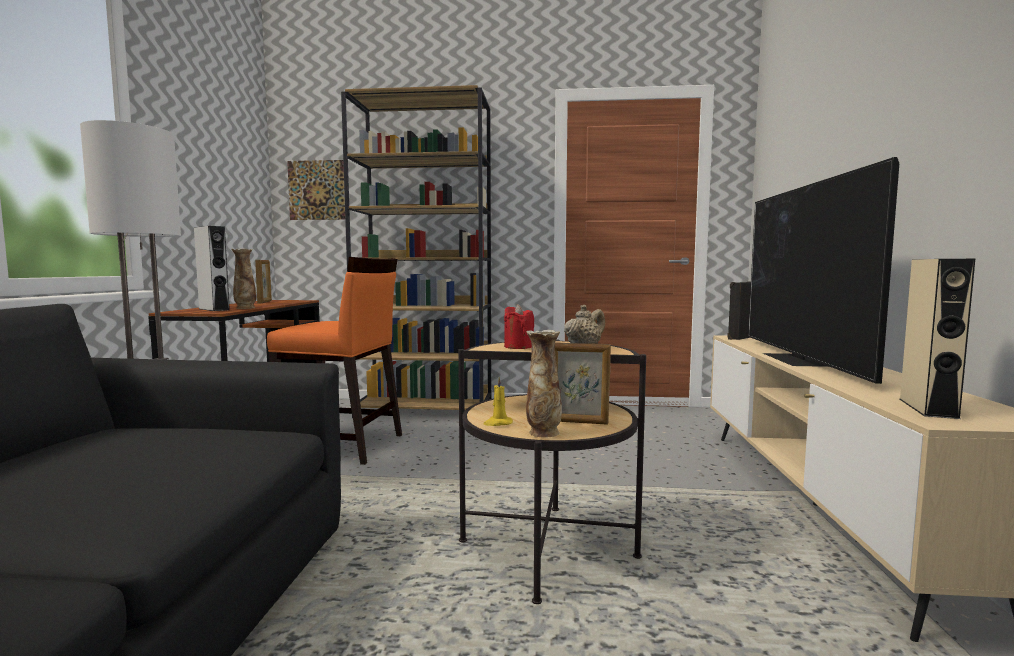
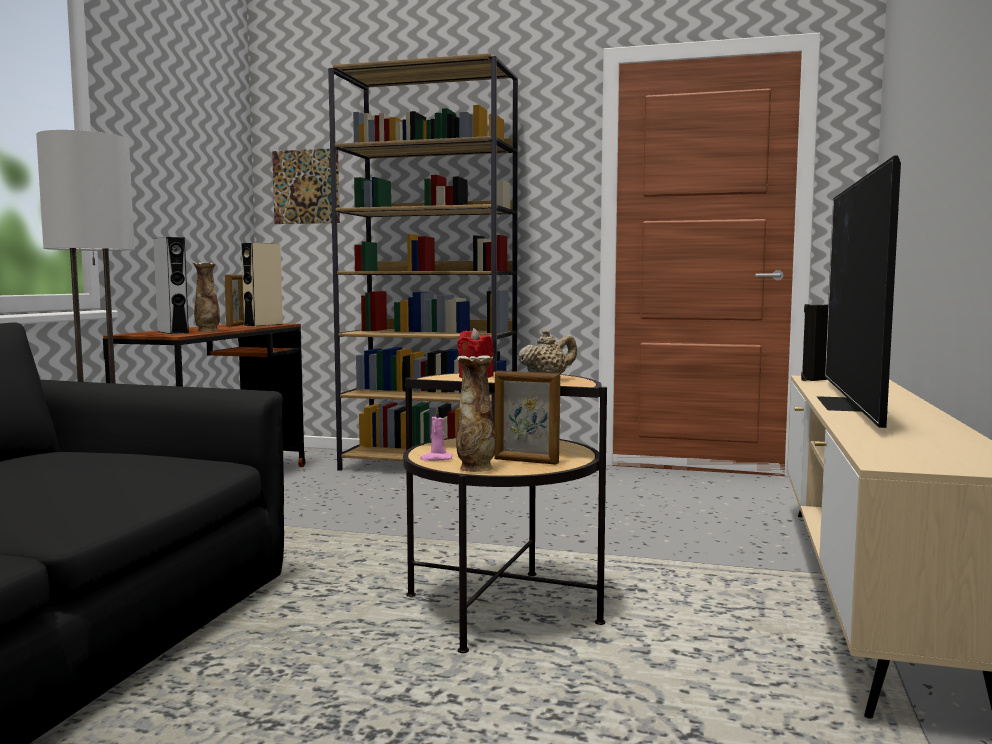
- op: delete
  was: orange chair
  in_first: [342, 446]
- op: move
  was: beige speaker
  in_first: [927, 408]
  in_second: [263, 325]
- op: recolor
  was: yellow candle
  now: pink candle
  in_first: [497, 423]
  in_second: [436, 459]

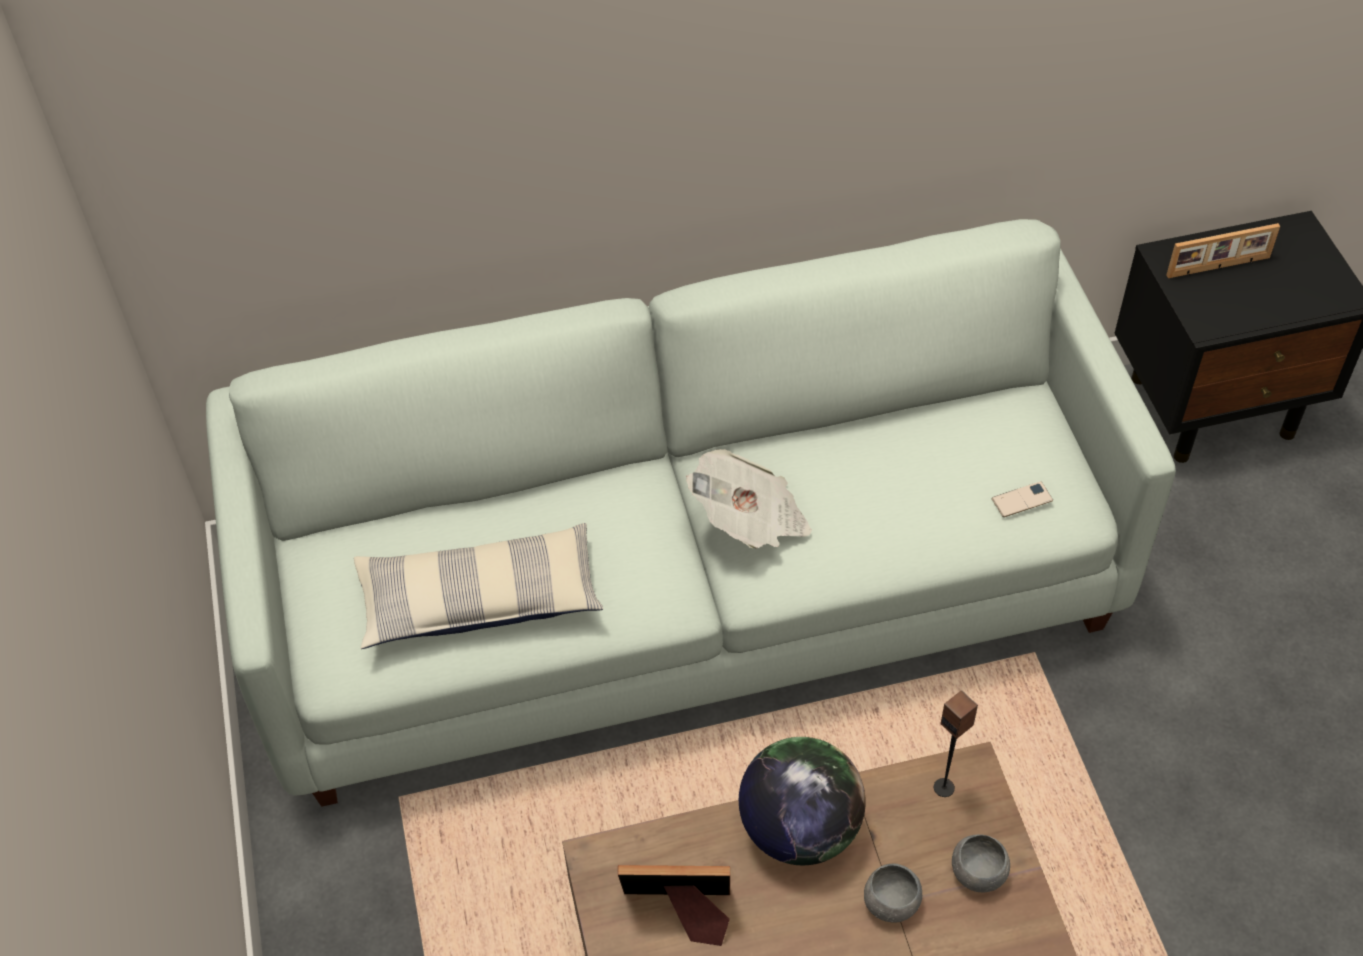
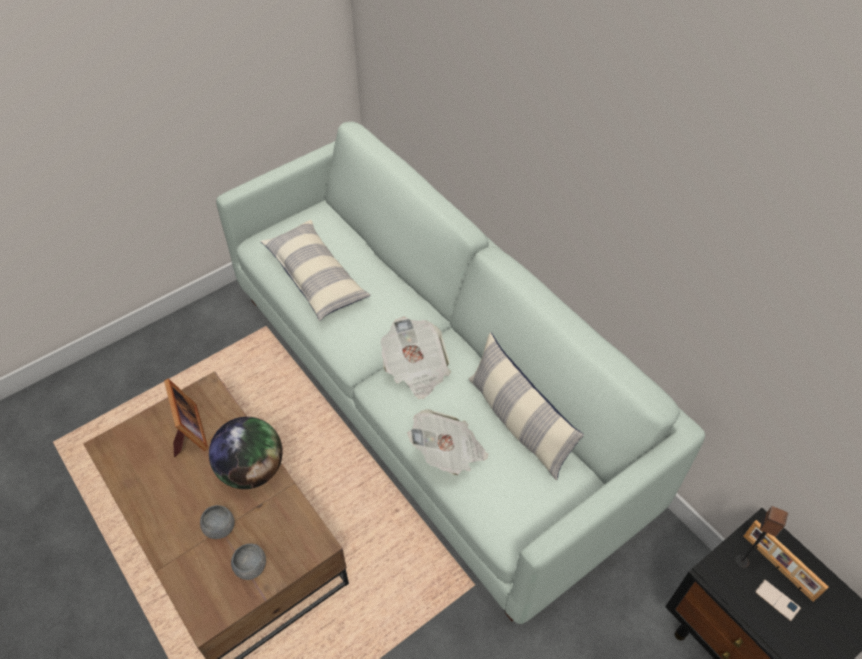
- op: move
  was: phone
  in_first: [1022, 500]
  in_second: [777, 600]
- op: move
  was: speaker
  in_first: [944, 787]
  in_second: [742, 561]
- op: insert
  now: pillow
  in_second: [518, 422]
- op: insert
  now: newspaper
  in_second: [448, 452]

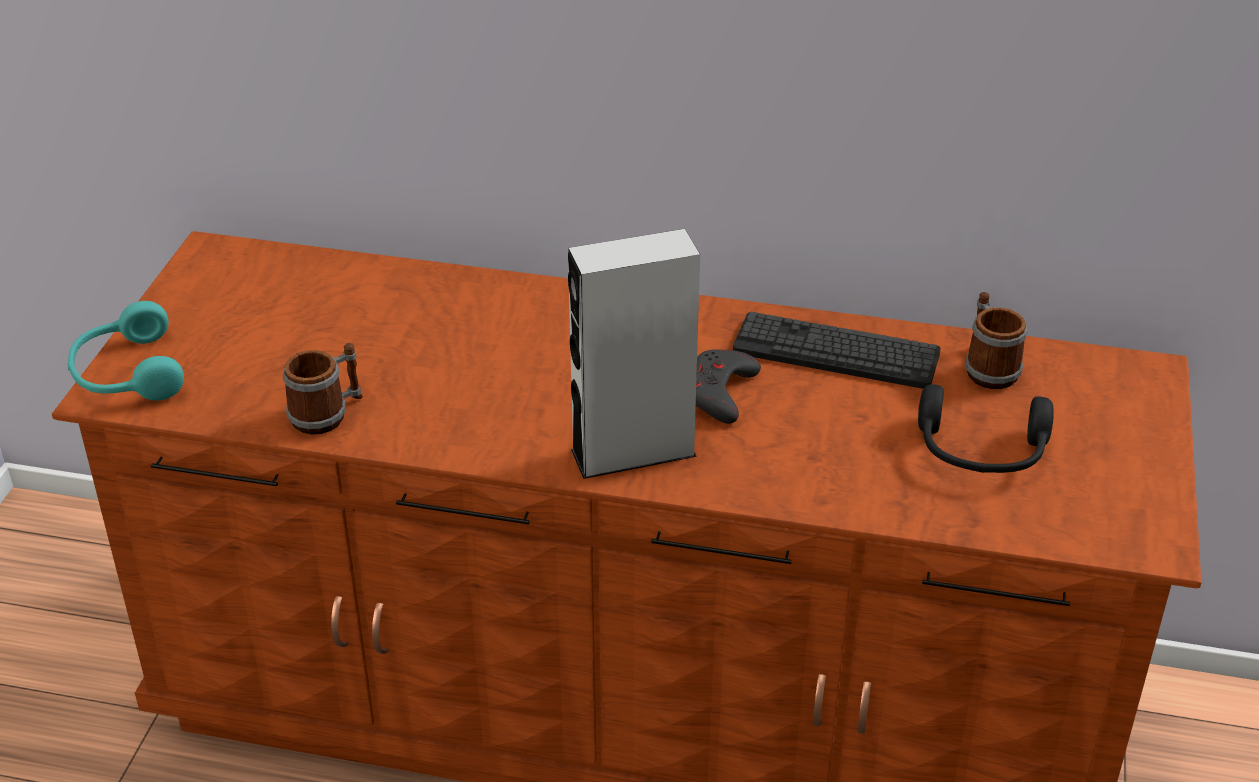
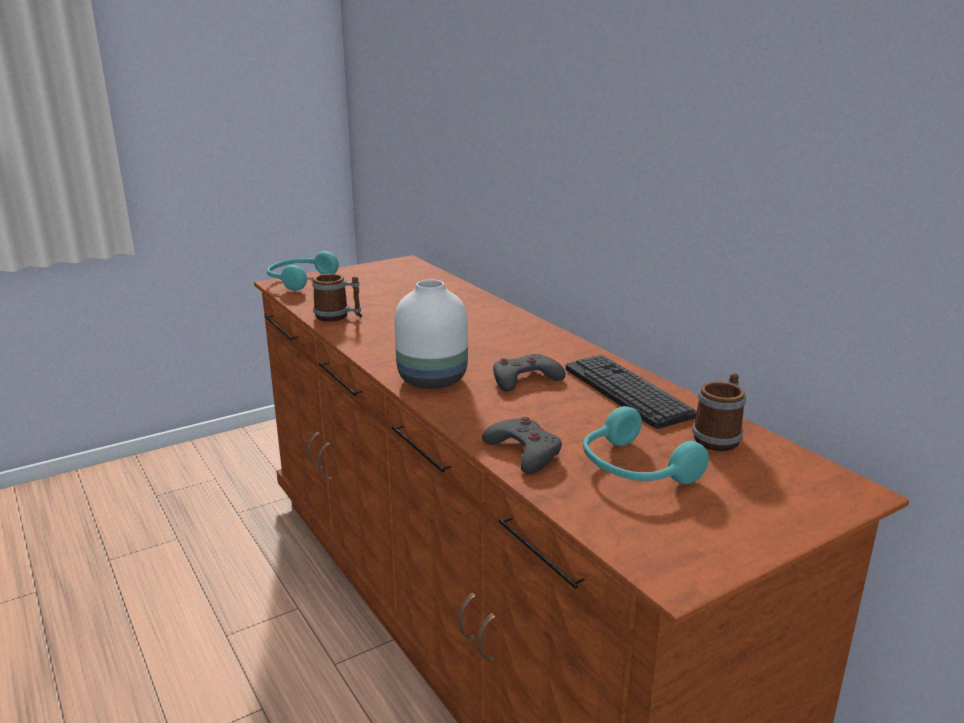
- op: replace
  was: grey speaker
  now: white vase
  in_first: [633, 452]
  in_second: [433, 380]
- op: recolor
  was: black headphones
  now: turquoise headphones
  in_first: [981, 452]
  in_second: [633, 469]
- op: insert
  now: grey game controller
  in_second: [524, 451]

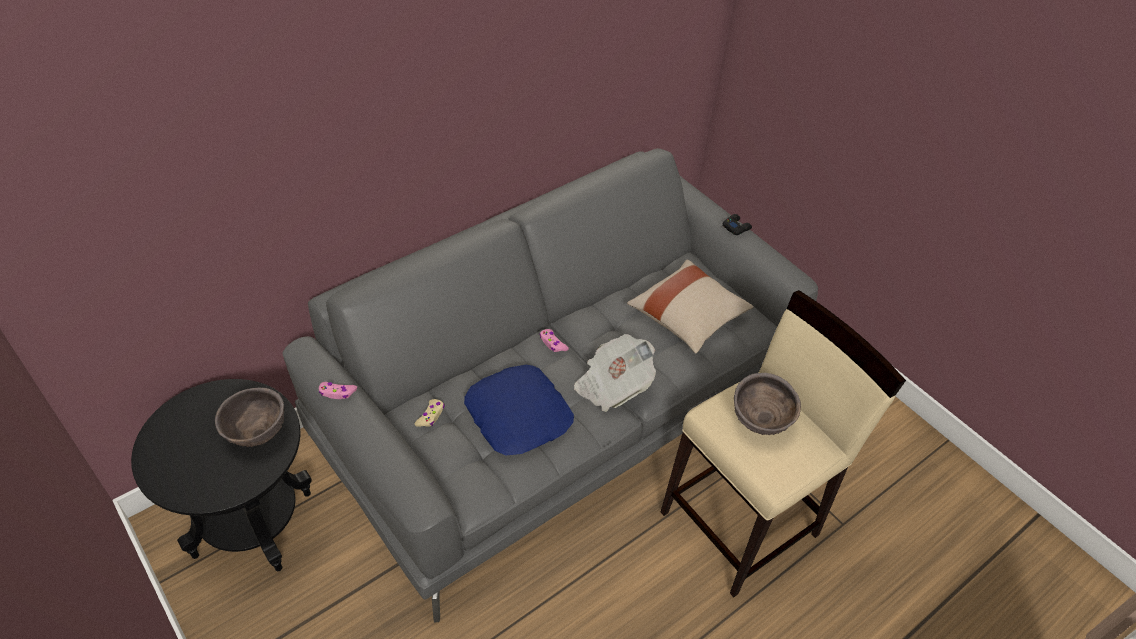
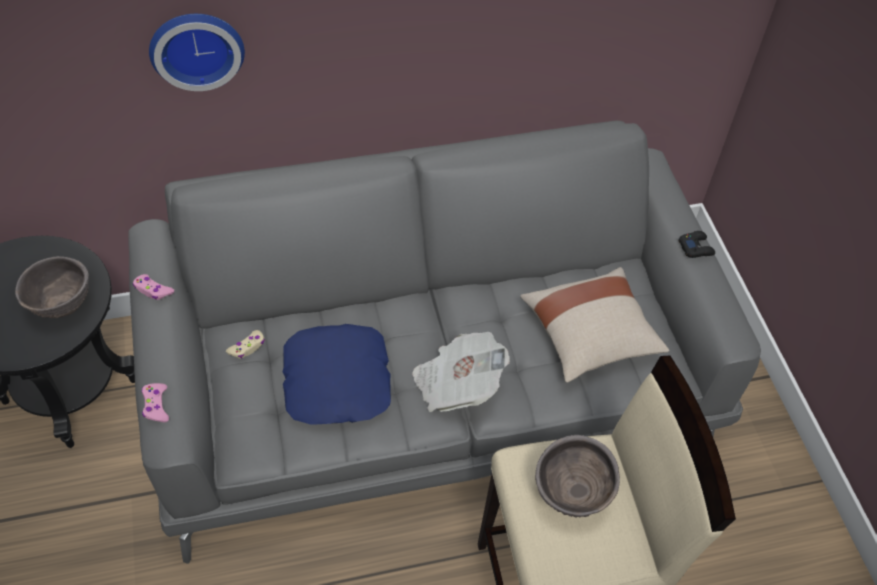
- op: move
  was: pink game controller
  in_first: [552, 343]
  in_second: [156, 405]
- op: insert
  now: wall clock
  in_second: [196, 47]

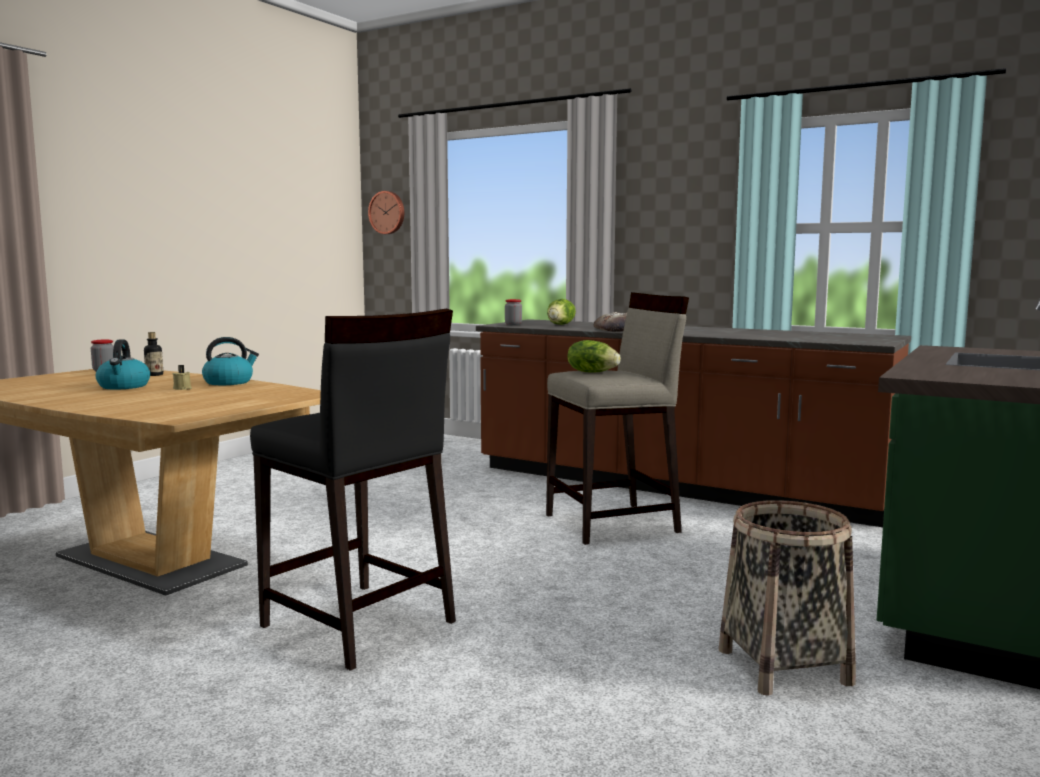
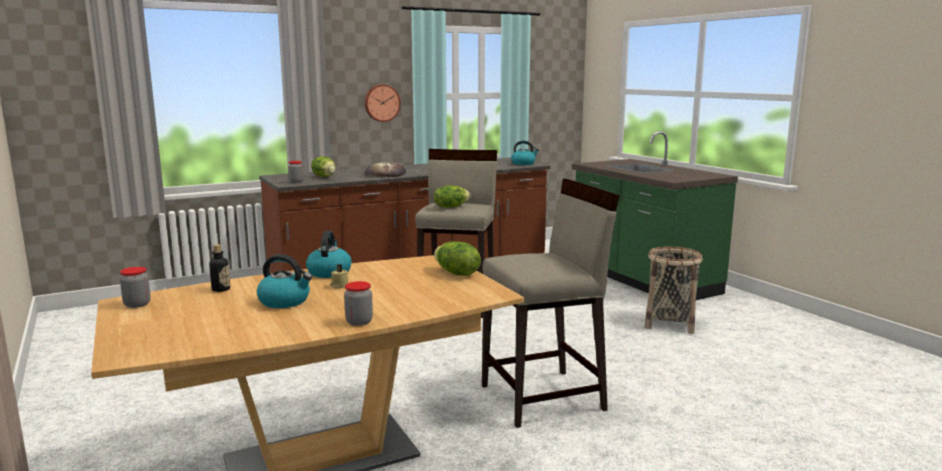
- op: move
  was: wall clock
  in_first: [387, 212]
  in_second: [381, 103]
- op: recolor
  was: black stool
  now: beige stool
  in_first: [358, 625]
  in_second: [544, 397]
- op: insert
  now: kettle
  in_second: [523, 163]
- op: insert
  now: lettuce
  in_second: [456, 273]
- op: insert
  now: jar
  in_second: [359, 322]

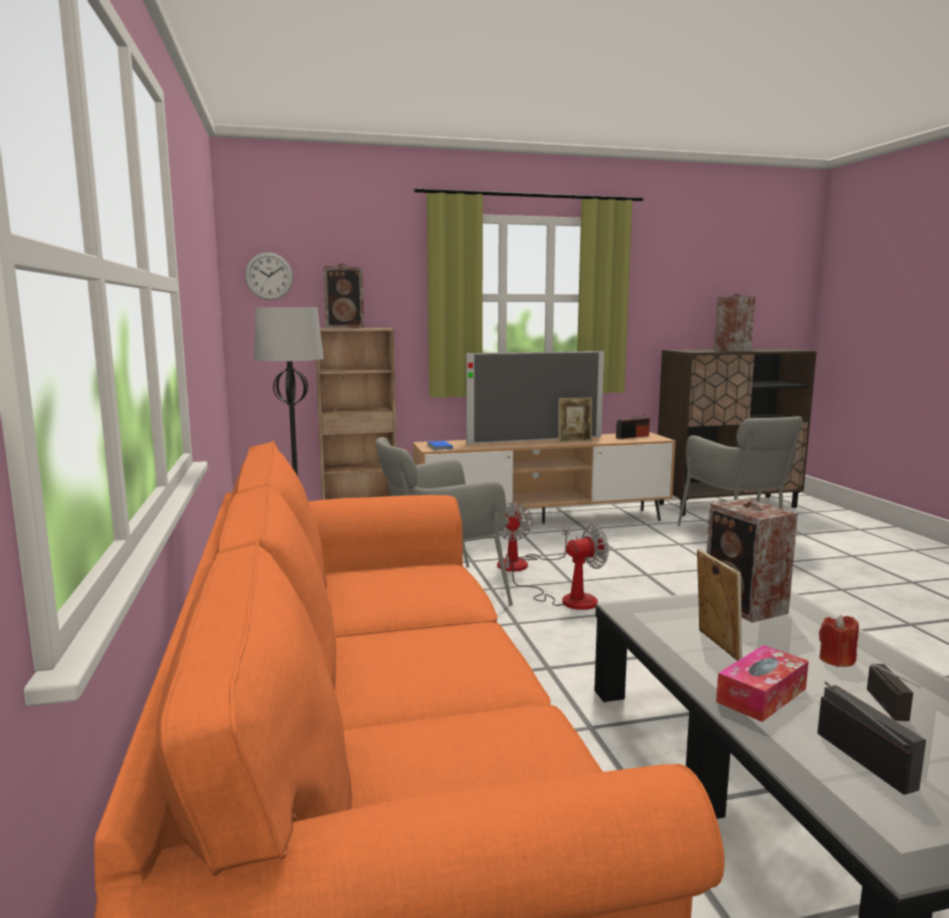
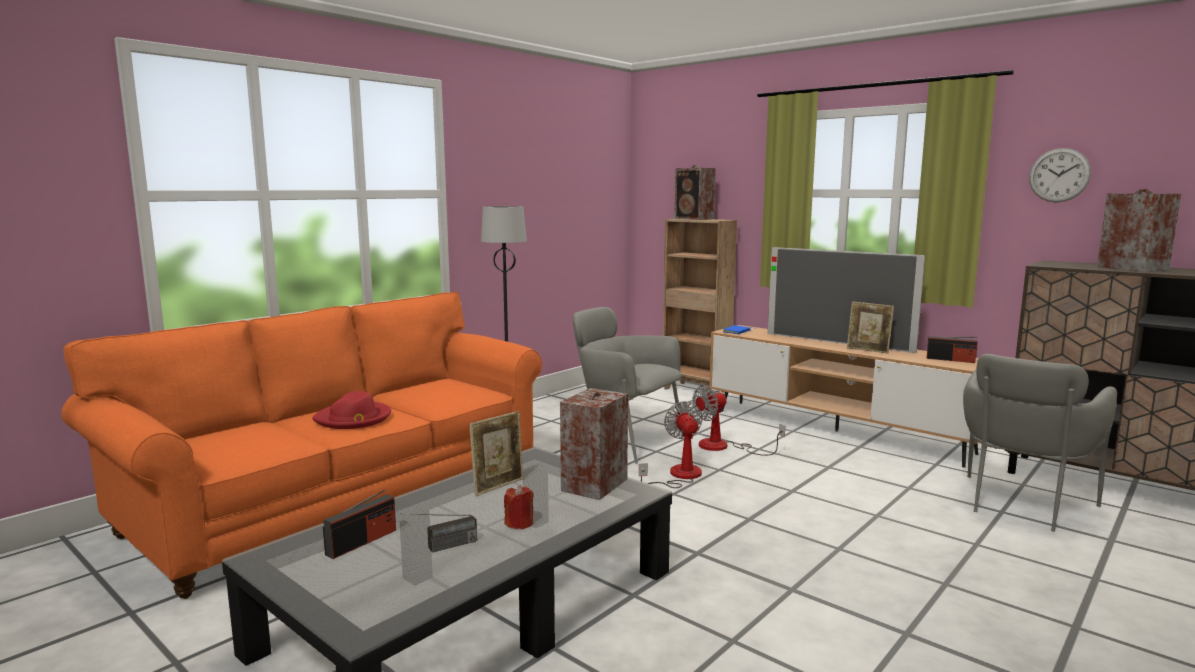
- op: move
  was: wall clock
  in_first: [269, 276]
  in_second: [1059, 175]
- op: rotate
  was: fan
  in_first: [567, 599]
  in_second: [678, 476]
  clockwise: -135
- op: delete
  was: tissue box
  in_first: [761, 695]
- op: insert
  now: red hat
  in_second: [354, 419]

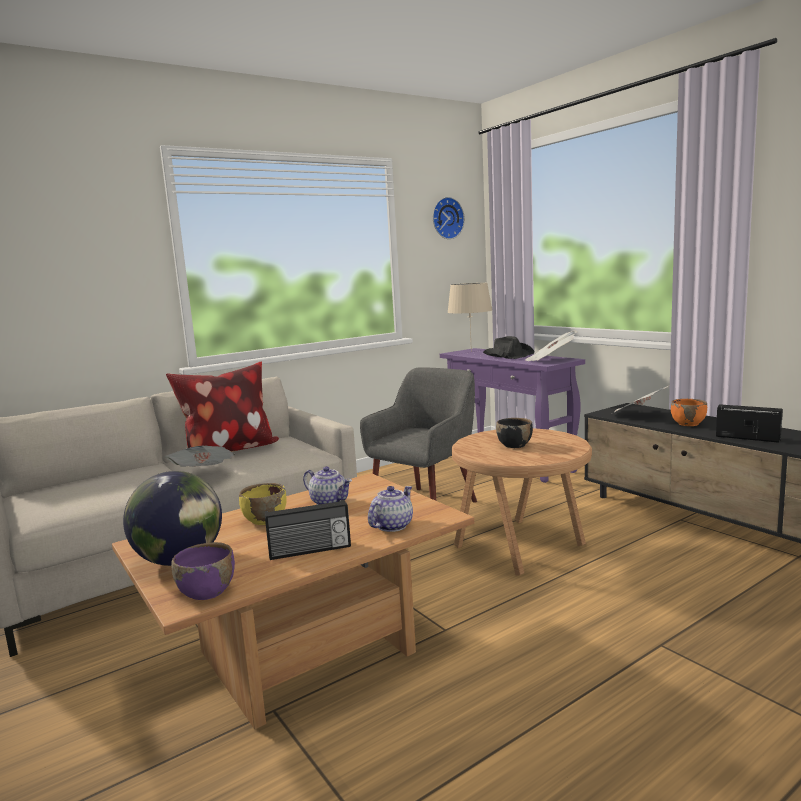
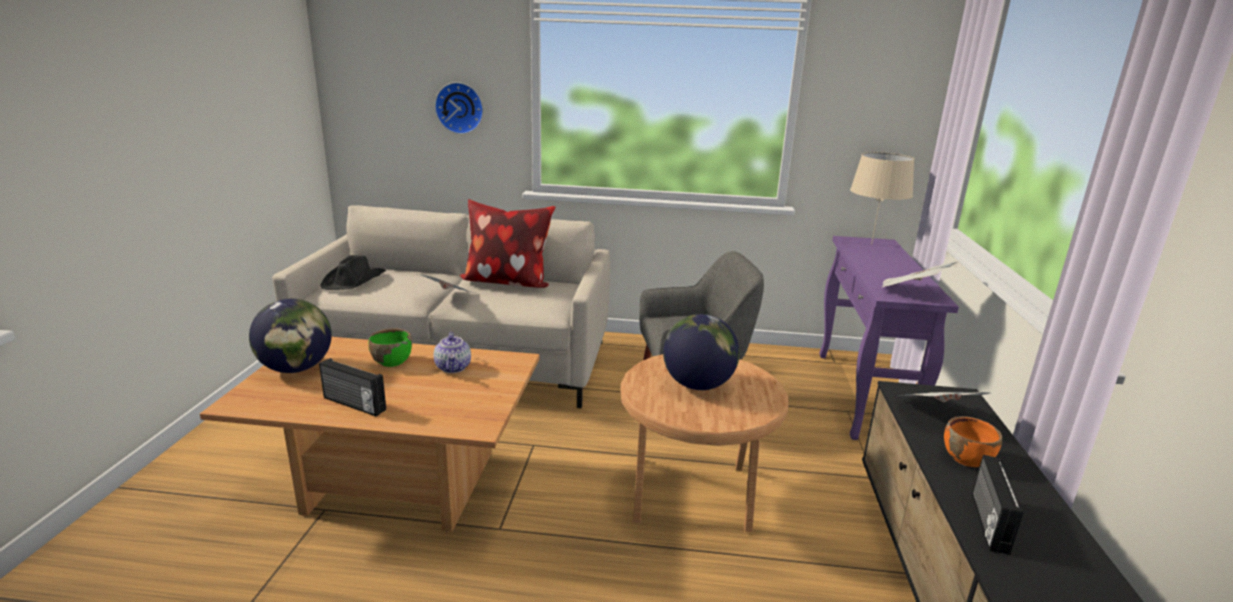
- op: move
  was: wall clock
  in_first: [446, 218]
  in_second: [460, 108]
- op: move
  was: black hat
  in_first: [508, 355]
  in_second: [355, 280]
- op: rotate
  was: radio
  in_first: [747, 438]
  in_second: [987, 522]
  clockwise: -150
- op: replace
  was: black bowl
  now: globe
  in_first: [514, 445]
  in_second: [698, 385]
- op: recolor
  was: yellow bowl
  now: green bowl
  in_first: [264, 520]
  in_second: [391, 361]
- op: delete
  was: teapot
  in_first: [392, 526]
- op: delete
  was: purple bowl
  in_first: [207, 591]

